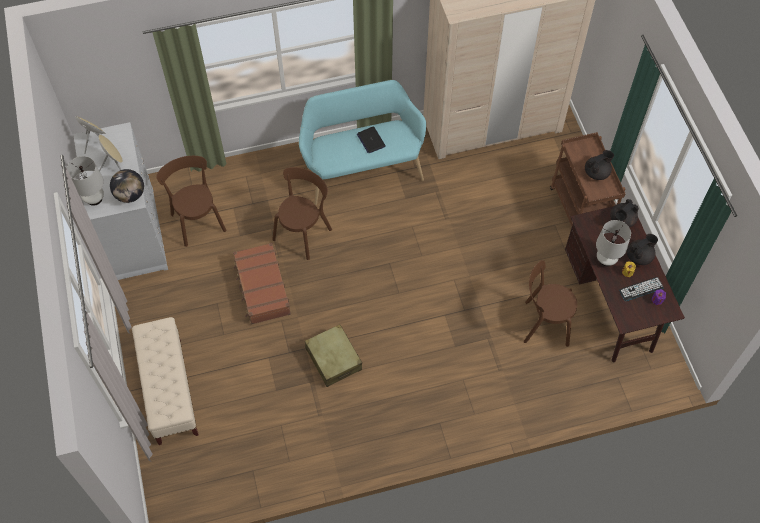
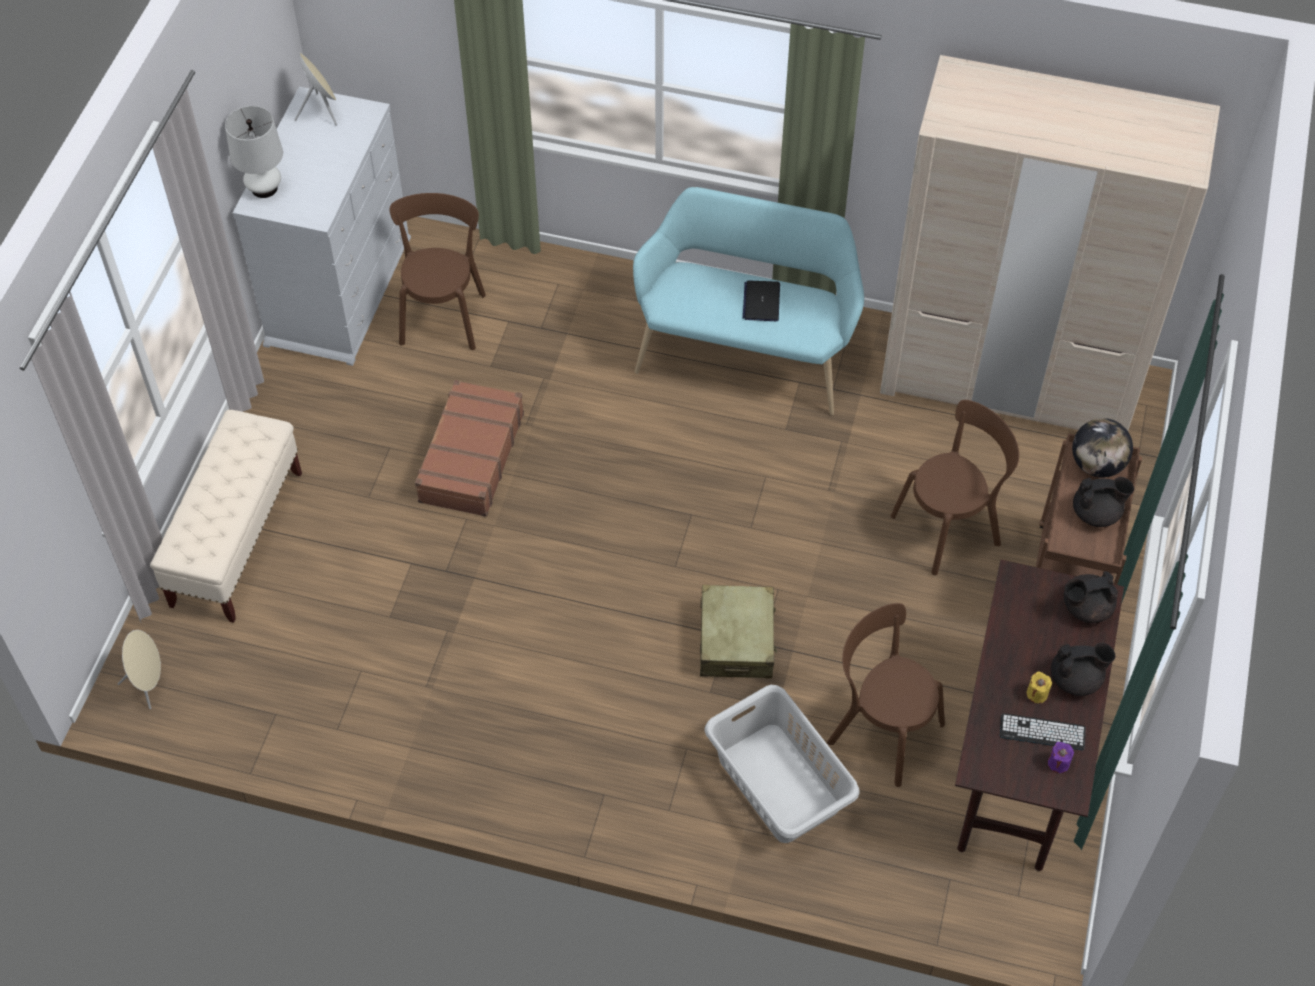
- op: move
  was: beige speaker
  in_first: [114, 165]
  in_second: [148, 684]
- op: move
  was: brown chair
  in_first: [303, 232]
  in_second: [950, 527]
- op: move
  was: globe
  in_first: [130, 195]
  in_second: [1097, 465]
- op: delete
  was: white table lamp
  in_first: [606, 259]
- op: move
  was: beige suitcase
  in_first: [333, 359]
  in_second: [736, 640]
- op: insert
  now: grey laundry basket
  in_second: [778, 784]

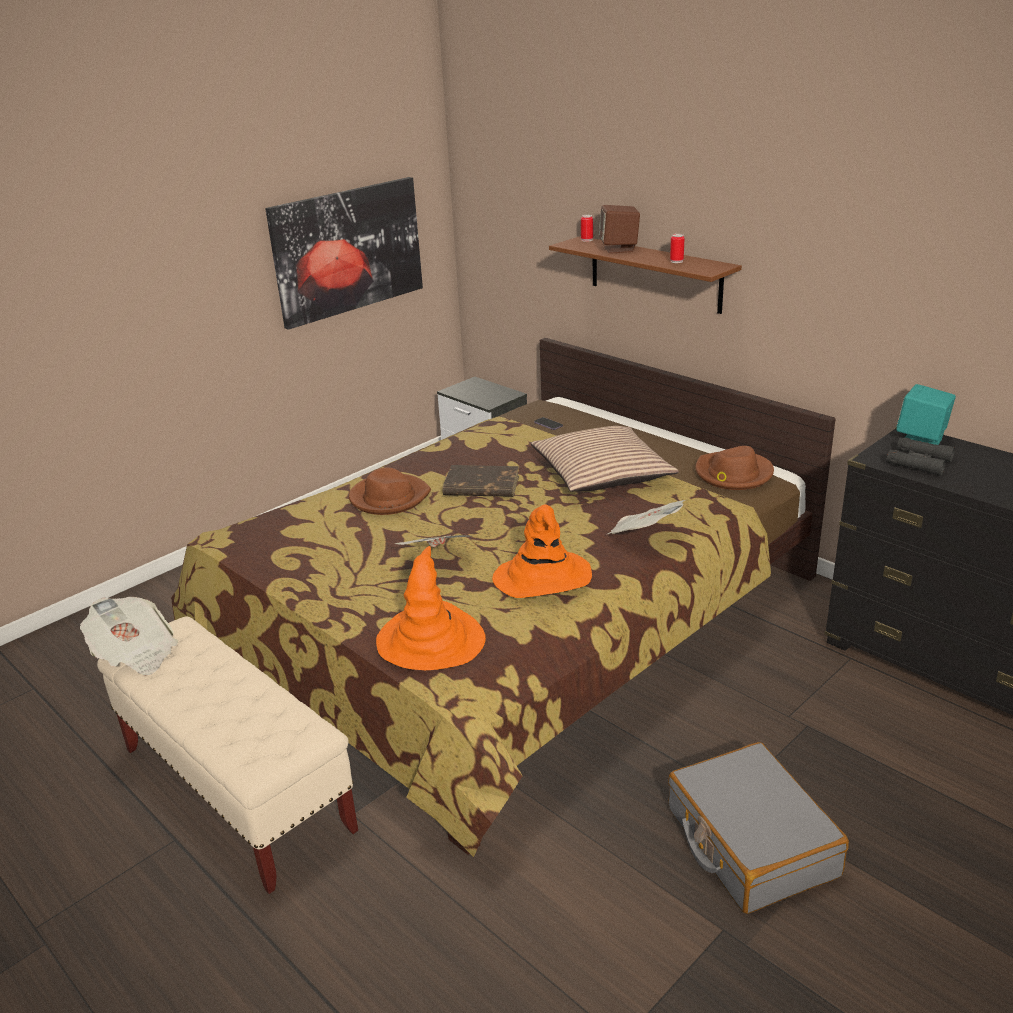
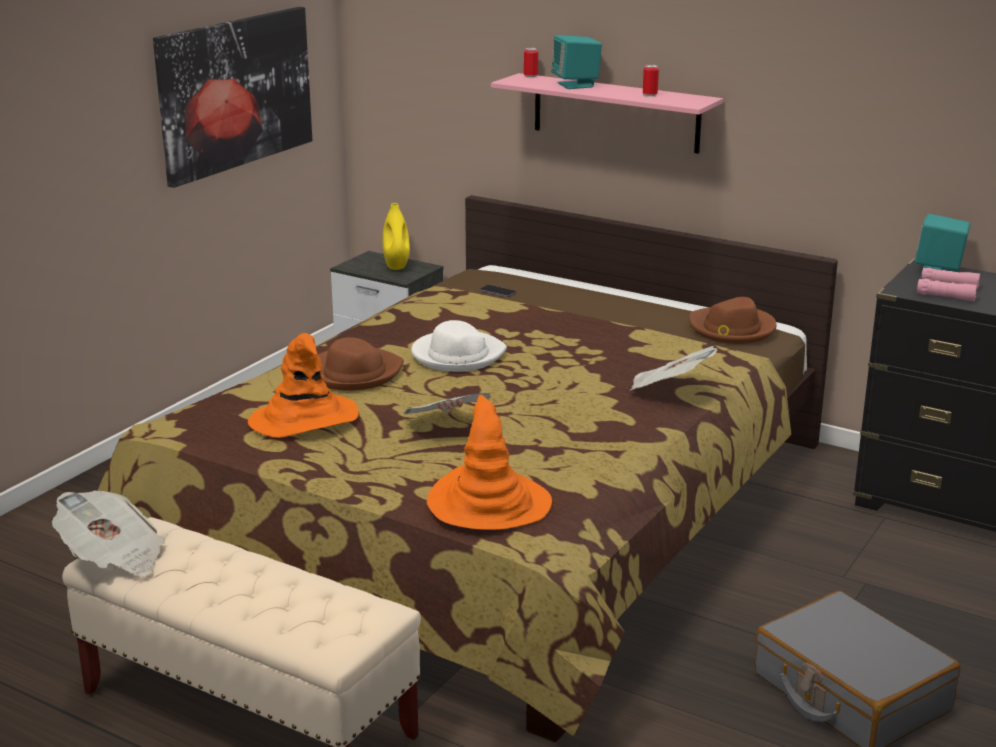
- op: recolor
  was: brown speaker
  now: turquoise speaker
  in_first: [619, 249]
  in_second: [576, 85]
- op: recolor
  was: brown shelf
  now: pink shelf
  in_first: [655, 274]
  in_second: [616, 113]
- op: delete
  was: pillow
  in_first: [602, 473]
- op: recolor
  was: black binoculars
  now: pink binoculars
  in_first: [919, 462]
  in_second: [947, 291]
- op: replace
  was: brown book
  now: white hat
  in_first: [480, 486]
  in_second: [457, 355]
- op: move
  was: orange hat
  in_first: [543, 577]
  in_second: [304, 419]
- op: insert
  now: yellow vase
  in_second: [396, 265]

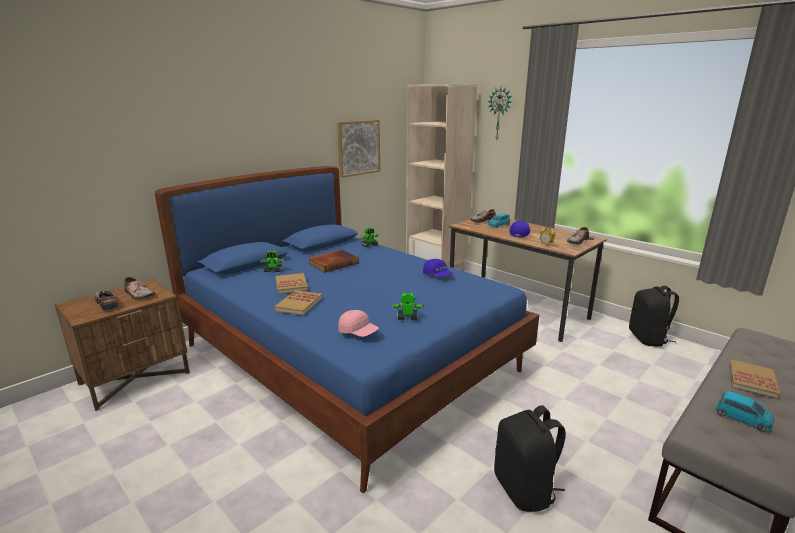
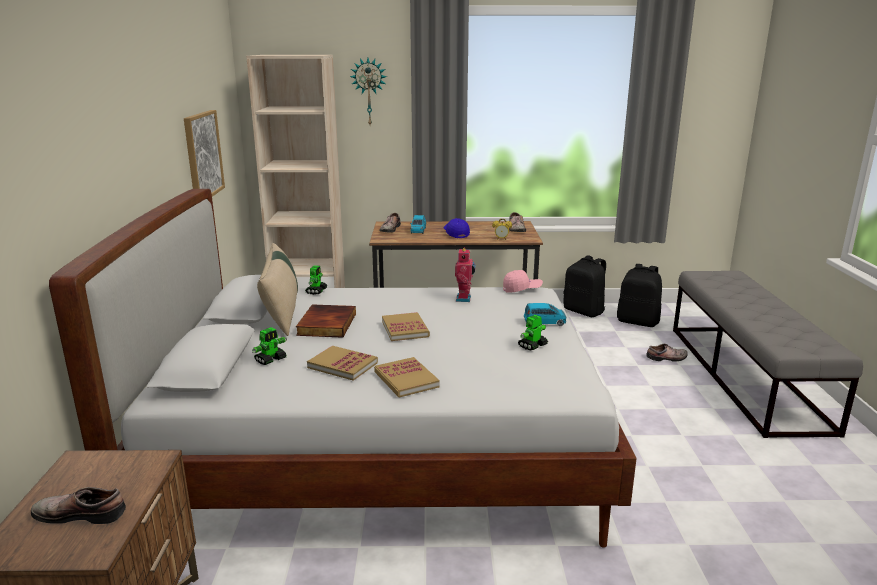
- op: recolor
  was: blue bed
  now: white bed
  in_first: [348, 359]
  in_second: [380, 447]
- op: replace
  was: blue cap
  now: toy robot
  in_first: [437, 275]
  in_second: [464, 299]
- op: move
  was: shoe
  in_first: [138, 294]
  in_second: [667, 358]
- op: move
  was: pink cap
  in_first: [358, 332]
  in_second: [521, 289]
- op: move
  was: book
  in_first: [752, 381]
  in_second: [405, 329]
- op: move
  was: blue toy car
  in_first: [742, 419]
  in_second: [544, 322]
- op: move
  was: black backpack
  in_first: [525, 489]
  in_second: [638, 322]
- op: insert
  now: beige pillow
  in_second: [282, 313]

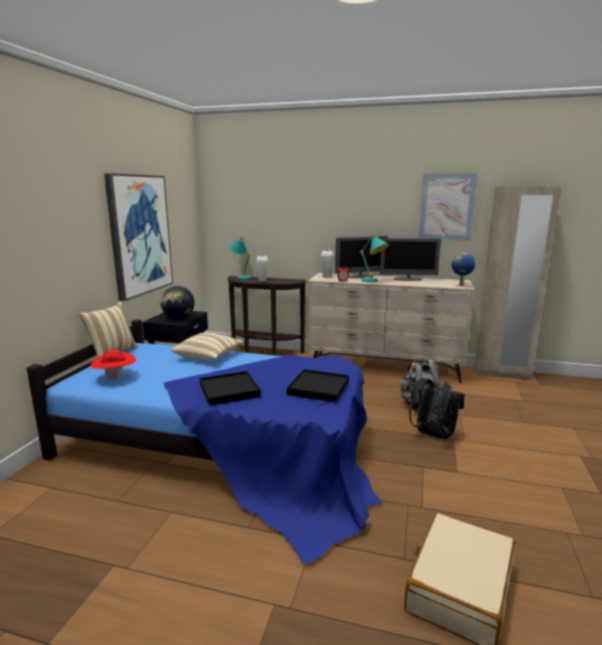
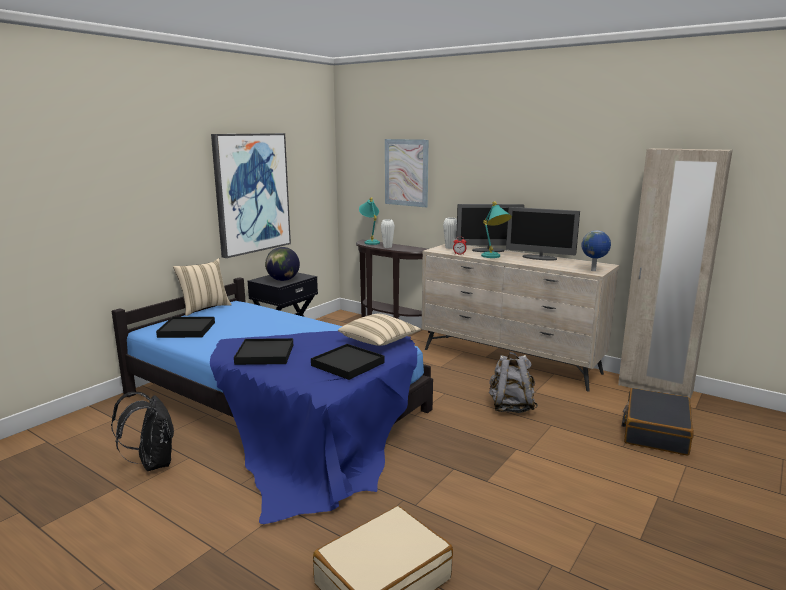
- op: move
  was: picture
  in_first: [447, 207]
  in_second: [406, 172]
- op: move
  was: beige pillow
  in_first: [208, 356]
  in_second: [379, 341]
- op: replace
  was: red hat
  now: black tray
  in_first: [115, 377]
  in_second: [187, 330]
- op: move
  was: black backpack
  in_first: [432, 435]
  in_second: [152, 463]
- op: insert
  now: black suitcase
  in_second: [655, 431]

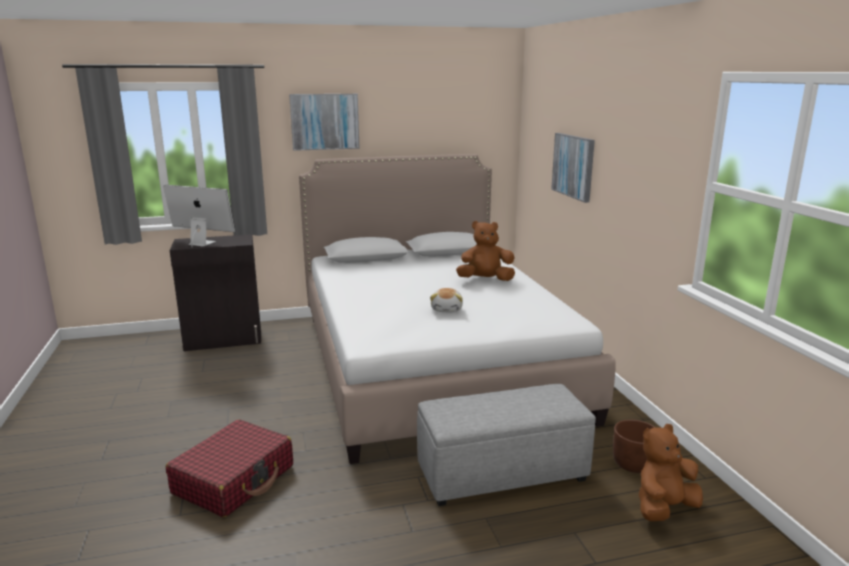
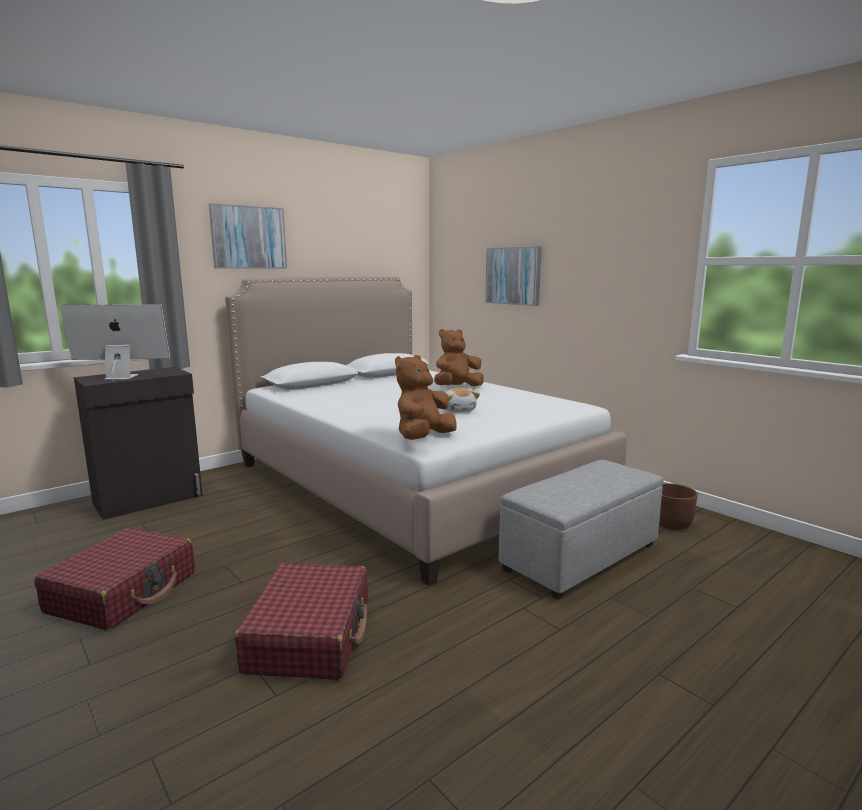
- op: move
  was: brown plush toy
  in_first: [664, 508]
  in_second: [423, 438]
- op: insert
  now: red suitcase
  in_second: [124, 592]

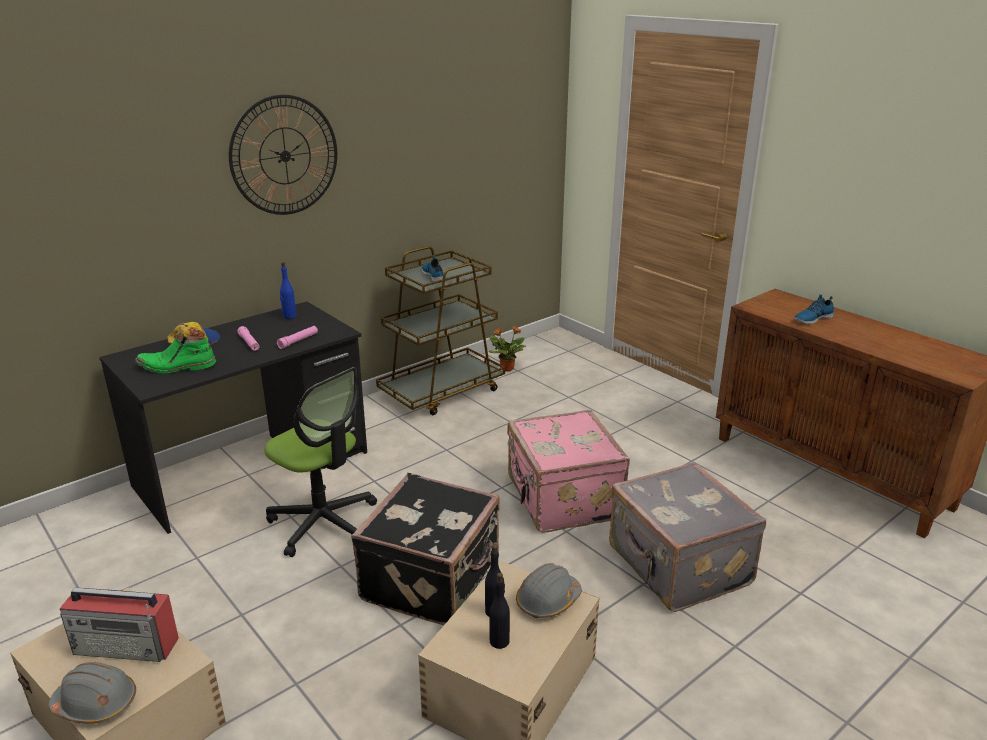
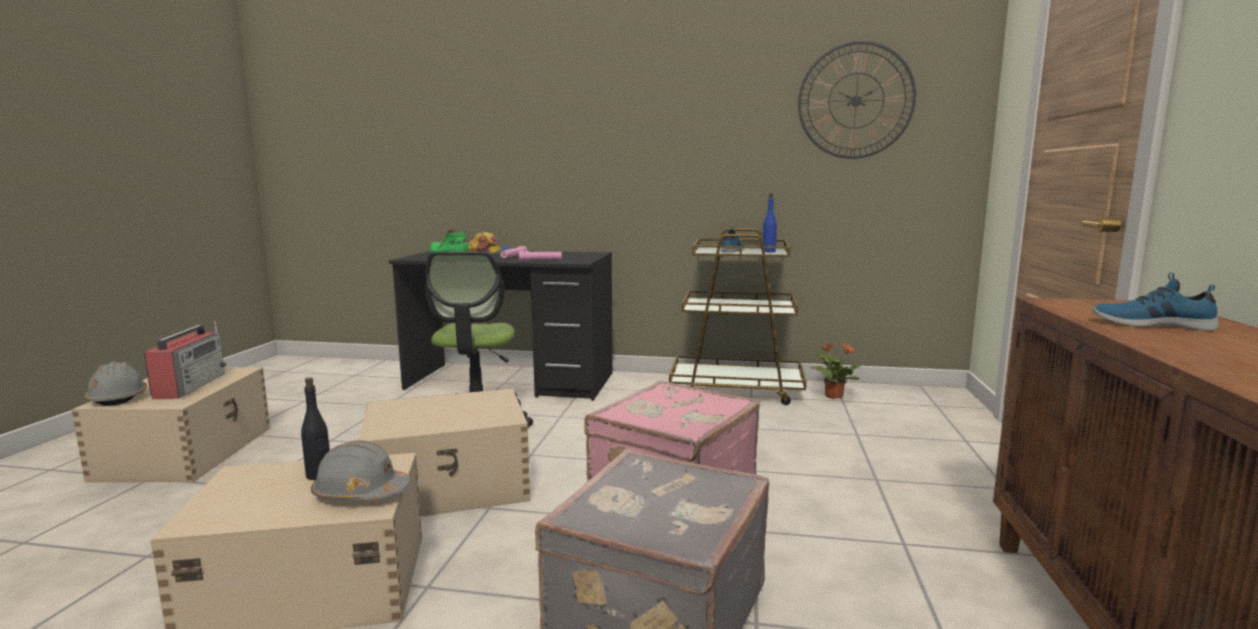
- op: move
  was: wall clock
  in_first: [285, 156]
  in_second: [856, 100]
- op: move
  was: blue bottle
  in_first: [289, 316]
  in_second: [768, 251]
- op: replace
  was: black suitcase
  now: beige storage box
  in_first: [433, 579]
  in_second: [450, 486]
- op: delete
  was: black bottle
  in_first: [499, 641]
- op: rotate
  was: radio
  in_first: [127, 646]
  in_second: [191, 385]
  clockwise: -150

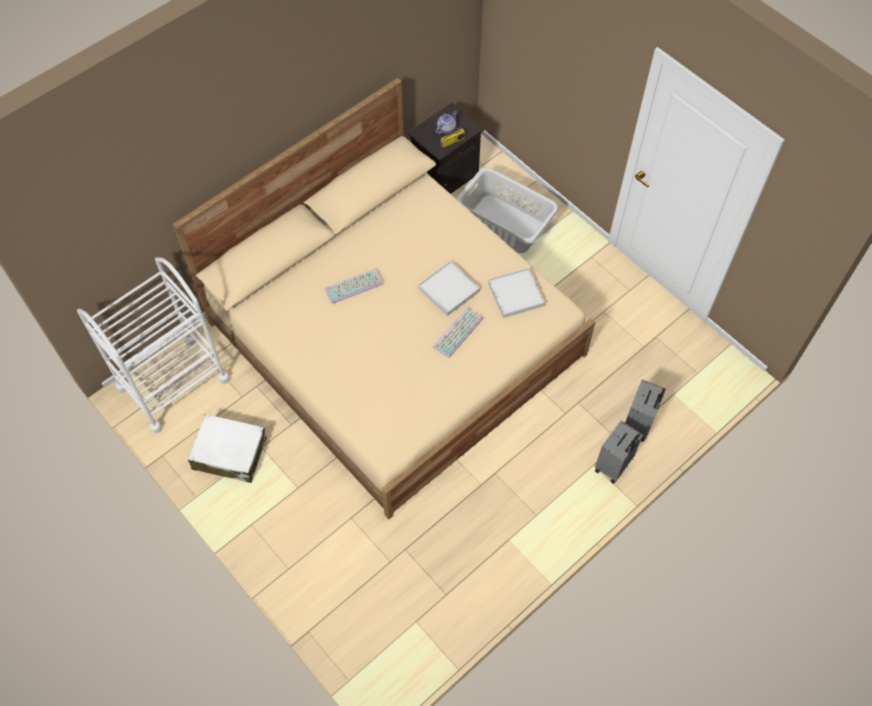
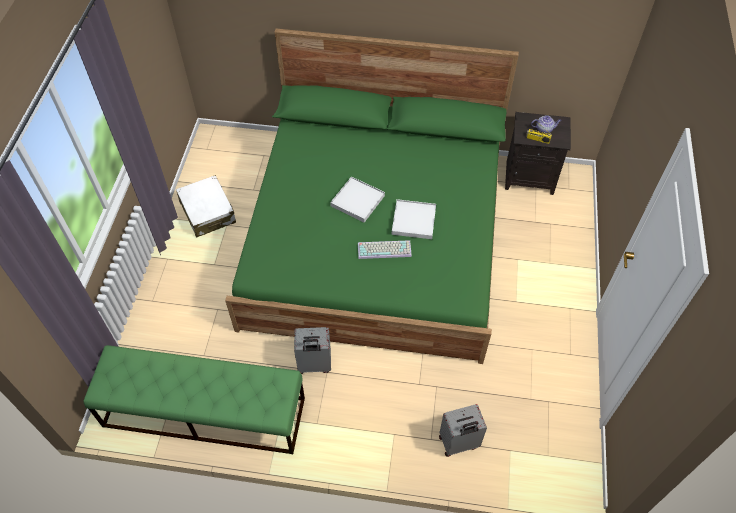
- op: recolor
  was: beige bed
  now: green bed
  in_first: [395, 337]
  in_second: [376, 238]
- op: delete
  was: grey laundry basket
  in_first: [505, 224]
- op: delete
  was: white cart
  in_first: [173, 383]
- op: delete
  was: keyboard
  in_first: [354, 285]
- op: move
  was: white tray
  in_first: [515, 294]
  in_second: [357, 201]
- op: move
  was: grey suitcase
  in_first: [614, 465]
  in_second: [314, 365]
- op: insert
  now: green bench
  in_second: [204, 412]

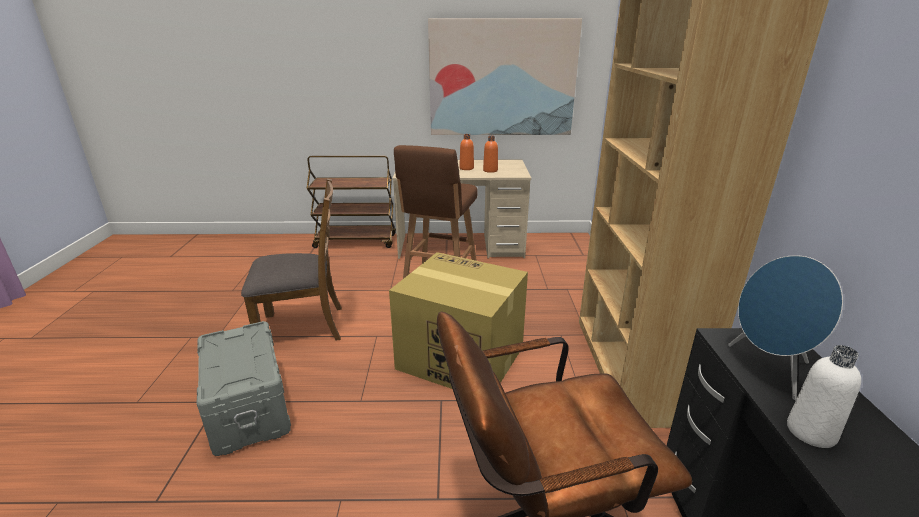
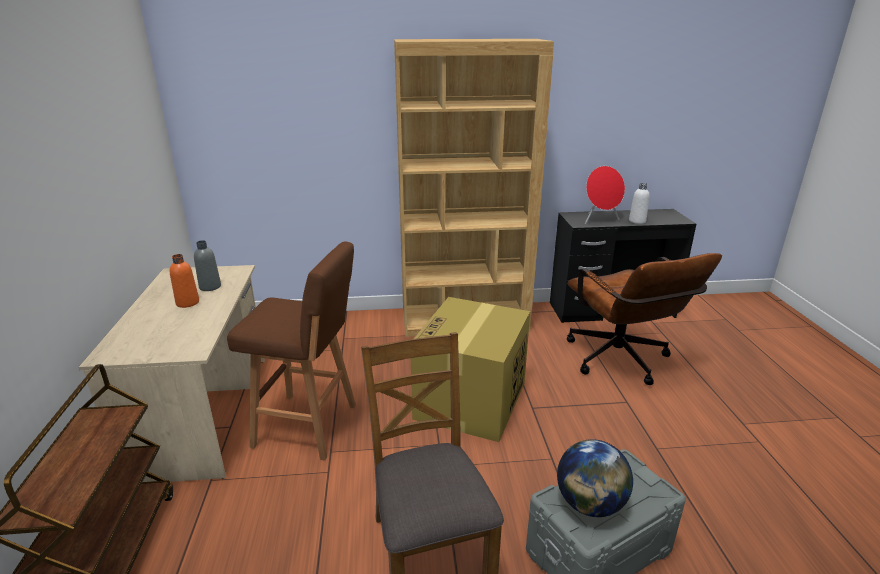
- op: delete
  was: picture
  in_first: [502, 78]
- op: recolor
  was: orange bottle
  now: grey bottle
  in_first: [490, 170]
  in_second: [210, 287]
- op: recolor
  was: blue speaker
  now: red speaker
  in_first: [767, 369]
  in_second: [600, 220]
- op: insert
  now: globe
  in_second: [590, 504]

